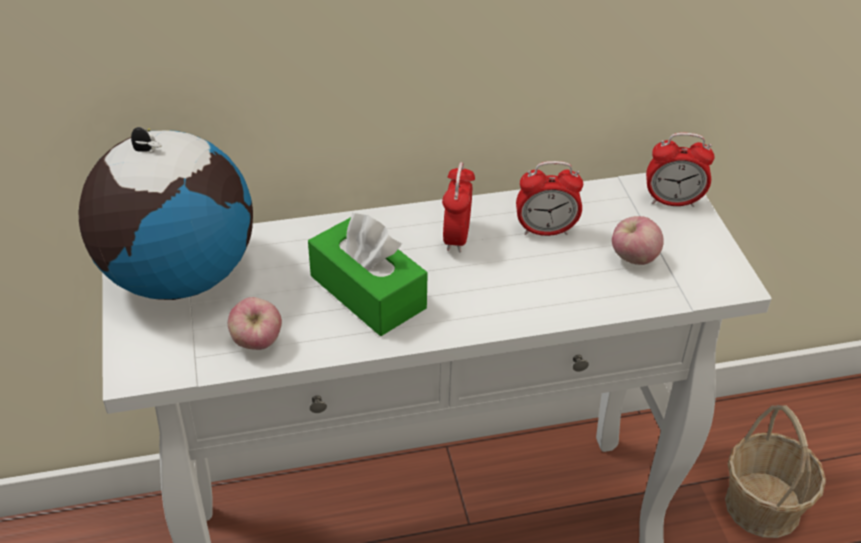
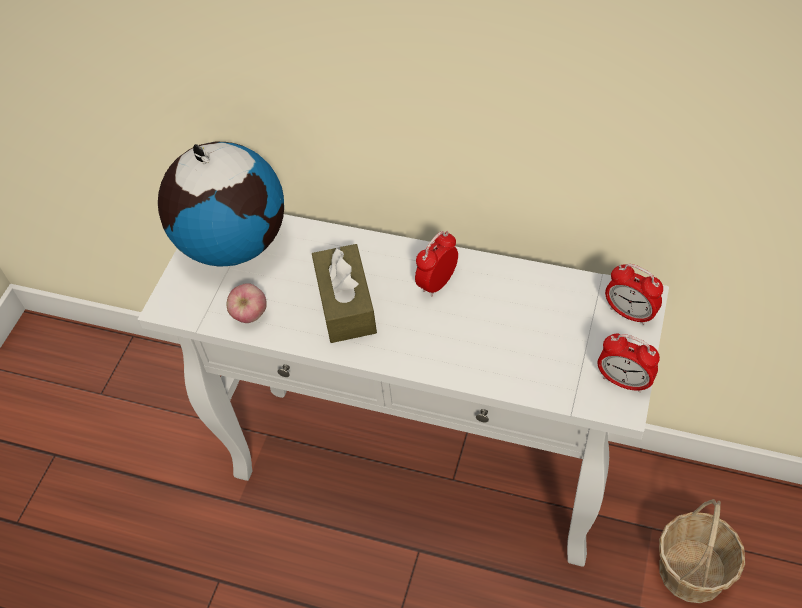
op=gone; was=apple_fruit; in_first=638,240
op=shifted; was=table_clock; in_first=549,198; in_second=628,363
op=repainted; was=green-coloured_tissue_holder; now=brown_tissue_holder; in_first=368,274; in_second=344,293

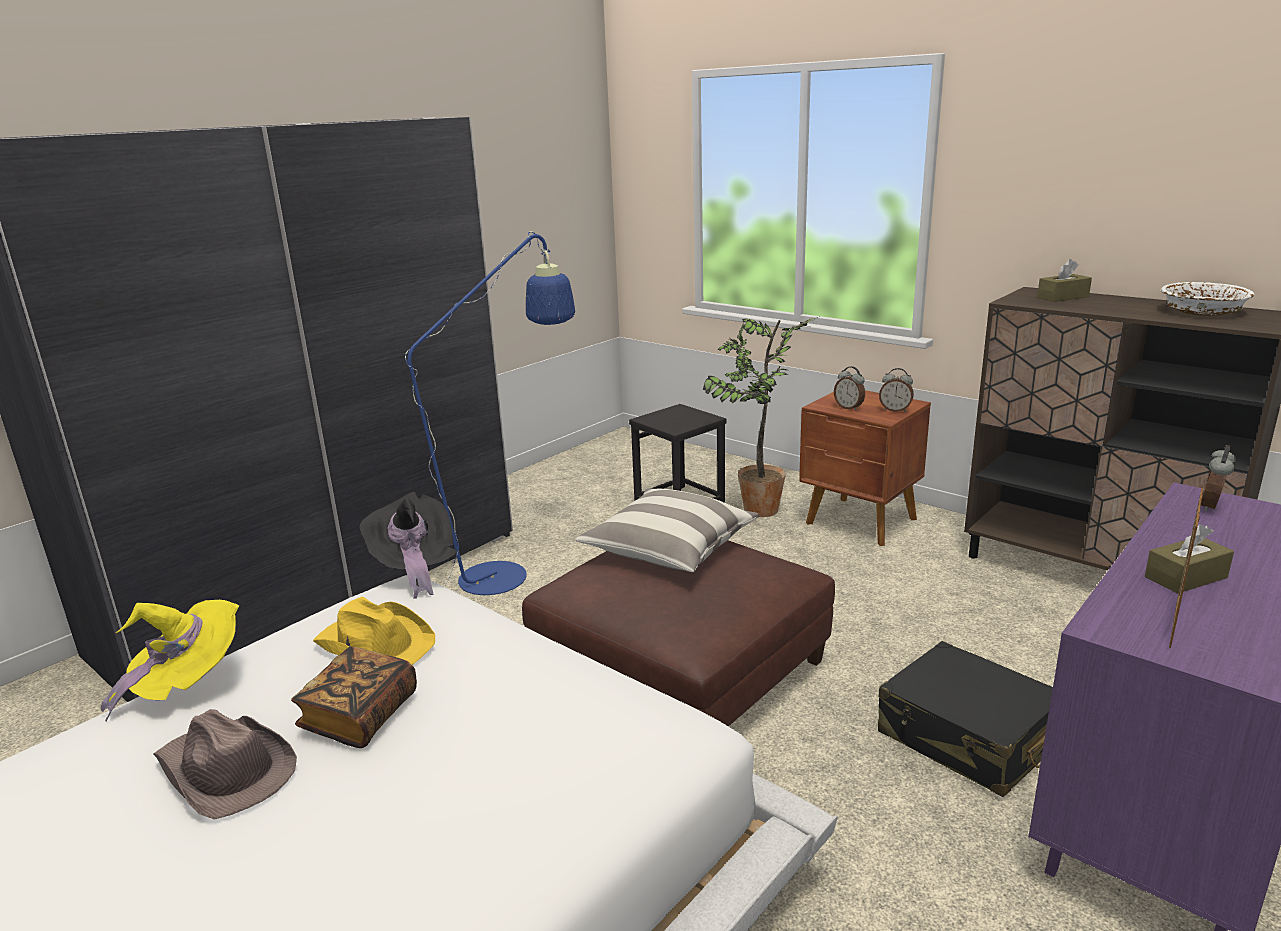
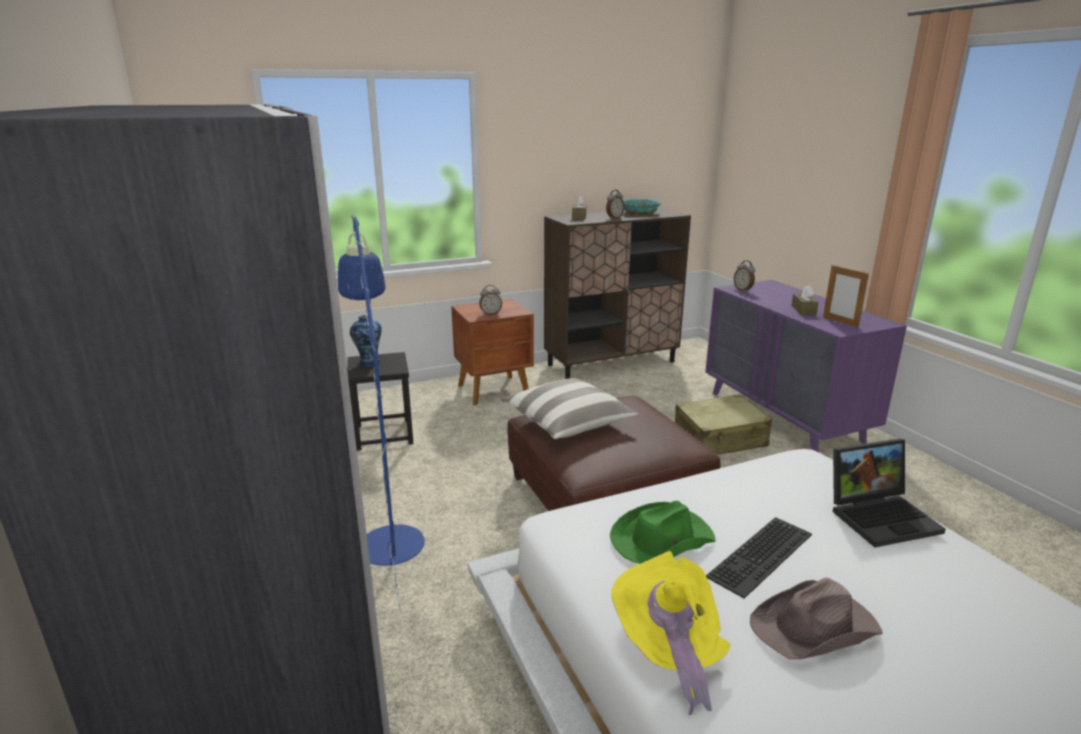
op=gone; was=black_clothing_hat; in_first=408,545
op=gone; was=houseplant; in_first=760,417
op=new; now=decorative_vase; in_second=366,341
op=new; now=notebook_computer; in_second=889,492
op=shifted; was=table_clock; in_first=896,390; in_second=615,204
op=swapped; was=bound_book; now=PC_keyboard; in_first=354,697; in_second=759,558
op=repainted; was=yellow_clothing_hat; now=green-coloured_clothing_hat; in_first=374,631; in_second=663,532
op=repainted; was=black_suitcase; now=sand-coloured_suitcase; in_first=965,719; in_second=723,424
op=repainted; was=whitish_bowl; now=turquoise_bowl; in_first=1208,299; in_second=642,207

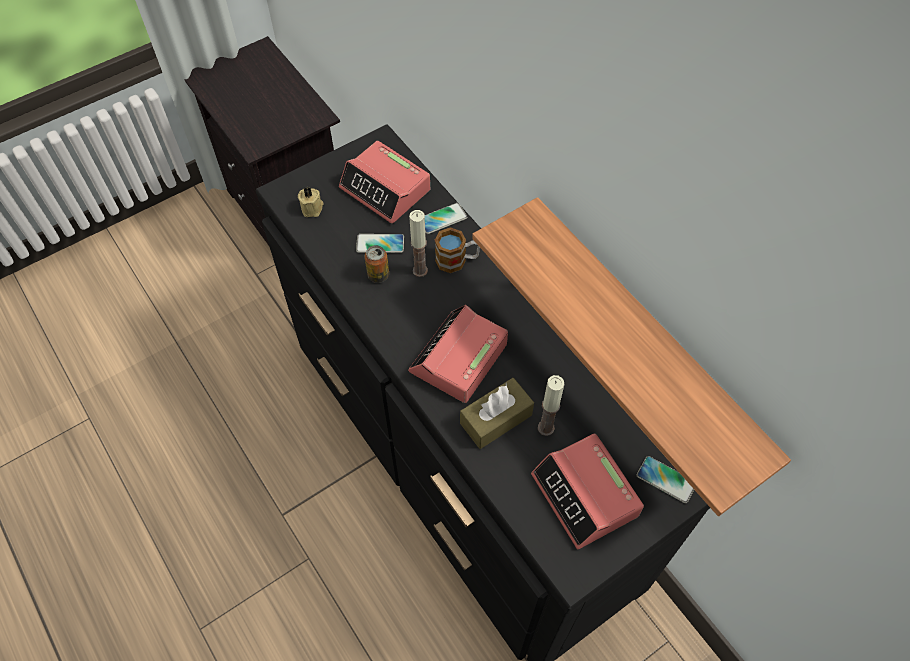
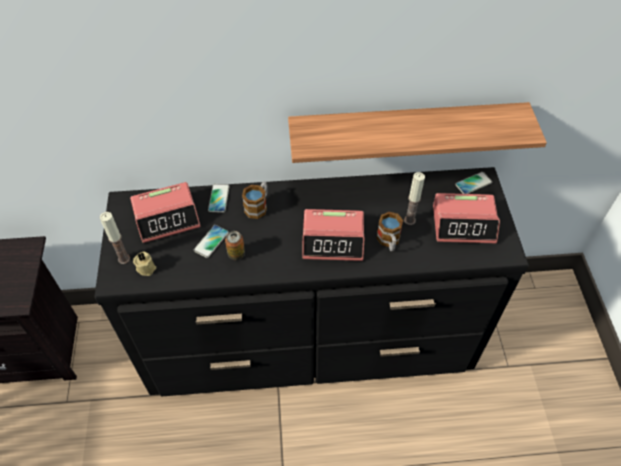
op=shifted; was=wax_light; in_first=418,243; in_second=115,238
op=swapped; was=brown_tissue_holder; now=mug; in_first=497,413; in_second=389,231
op=rotated; was=table_clock; in_first=458,354; in_second=333,235; clockwise=-60

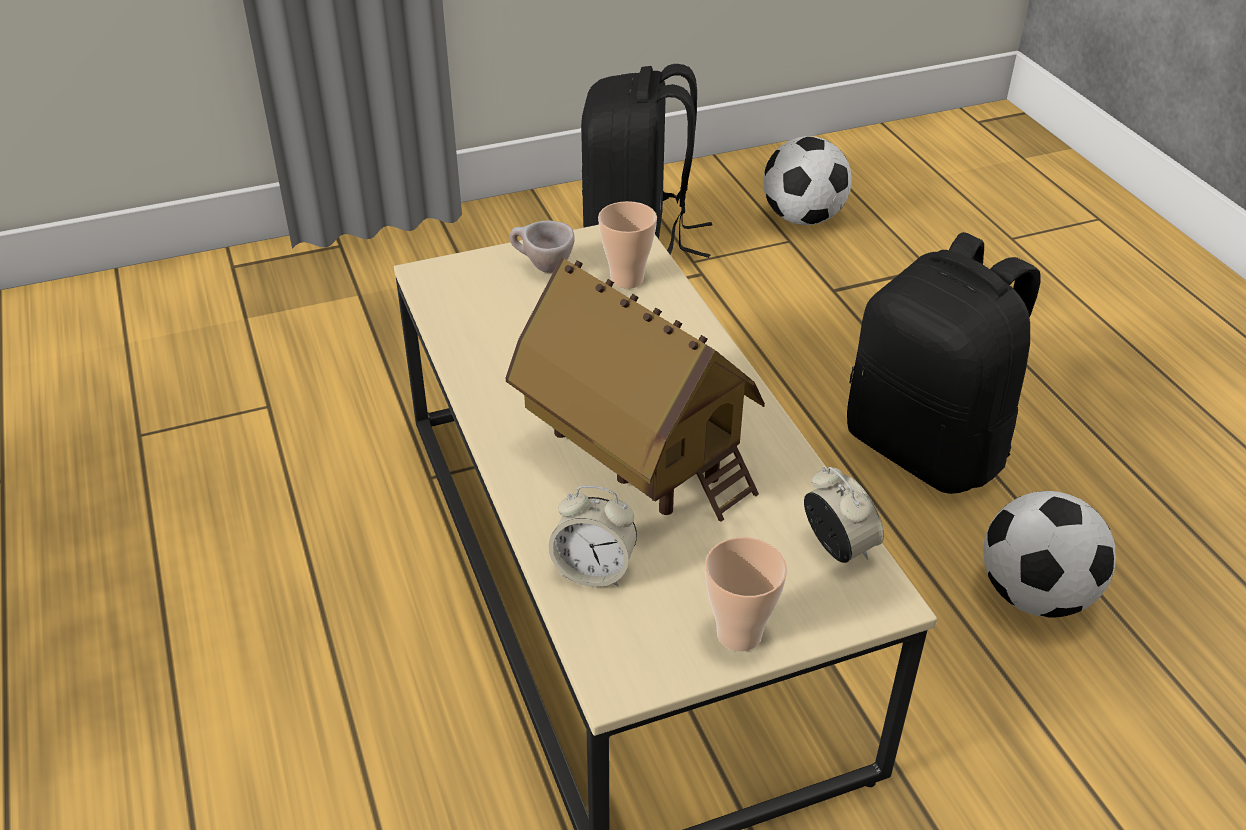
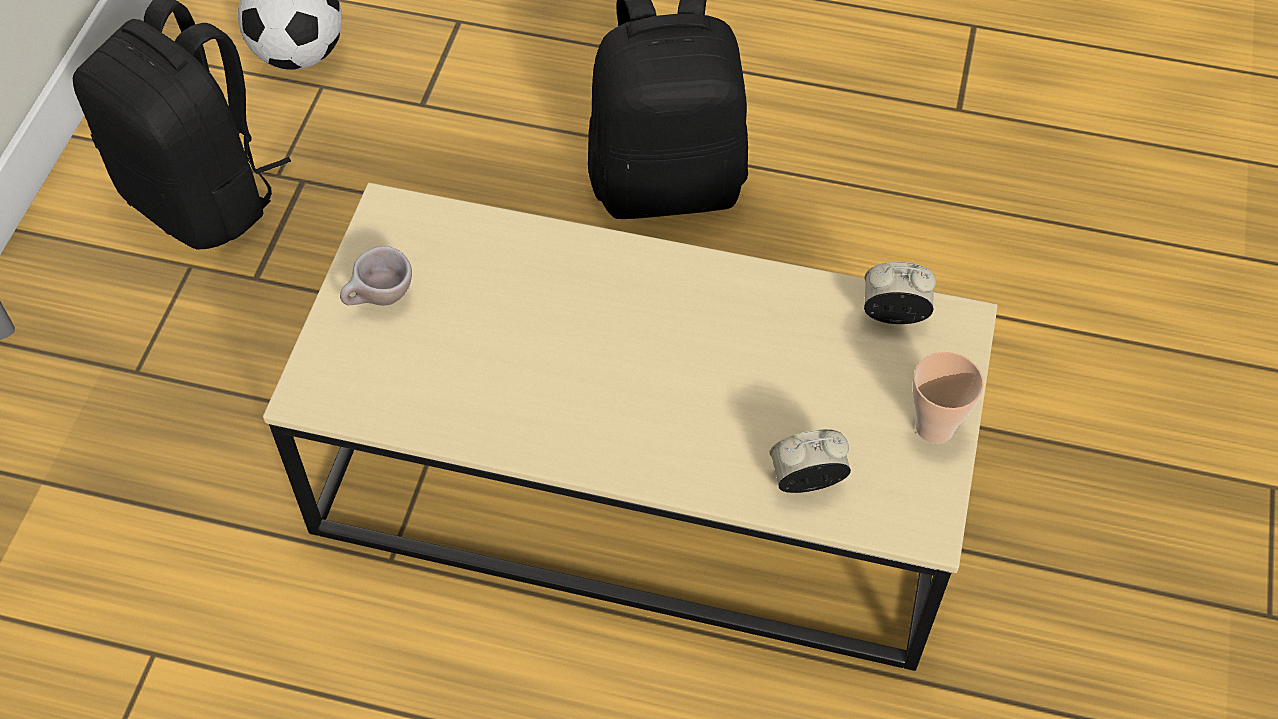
op=gone; was=model_house; in_first=635,389
op=gone; was=small_cup; in_first=627,245
op=gone; was=football; in_first=1049,554
op=rotated; was=table_clock; in_first=593,536; in_second=810,461; clockwise=-150

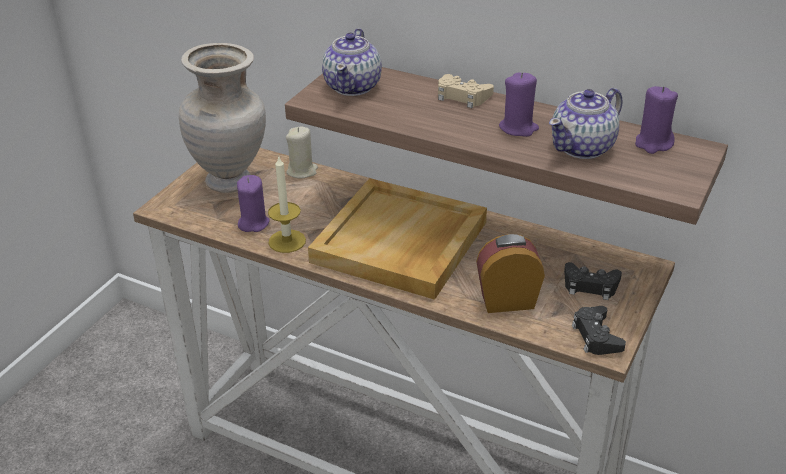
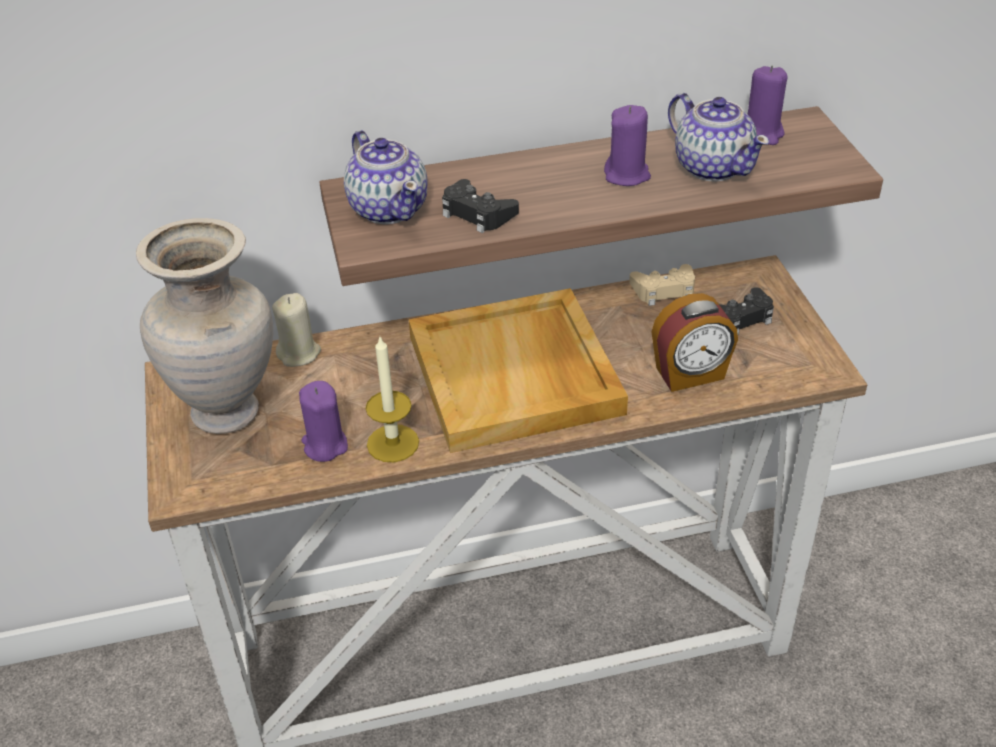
op=shifted; was=sand-coloured_game_controller; in_first=466,91; in_second=662,285
op=shifted; was=black_game_controller; in_first=599,330; in_second=480,206
op=rotated; was=table_clock; in_first=510,273; in_second=694,342; clockwise=-150
op=rotated; was=pot_for_tea; in_first=585,123; in_second=719,137; clockwise=-45

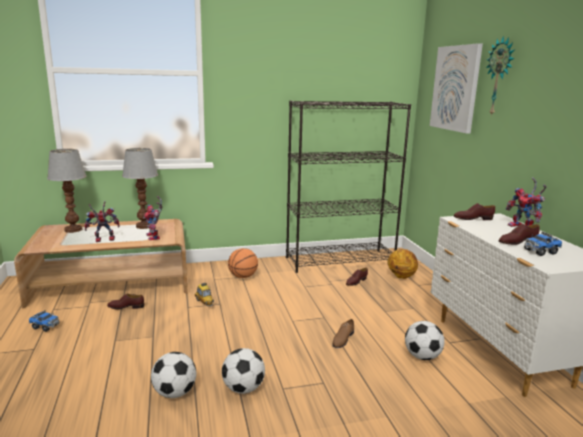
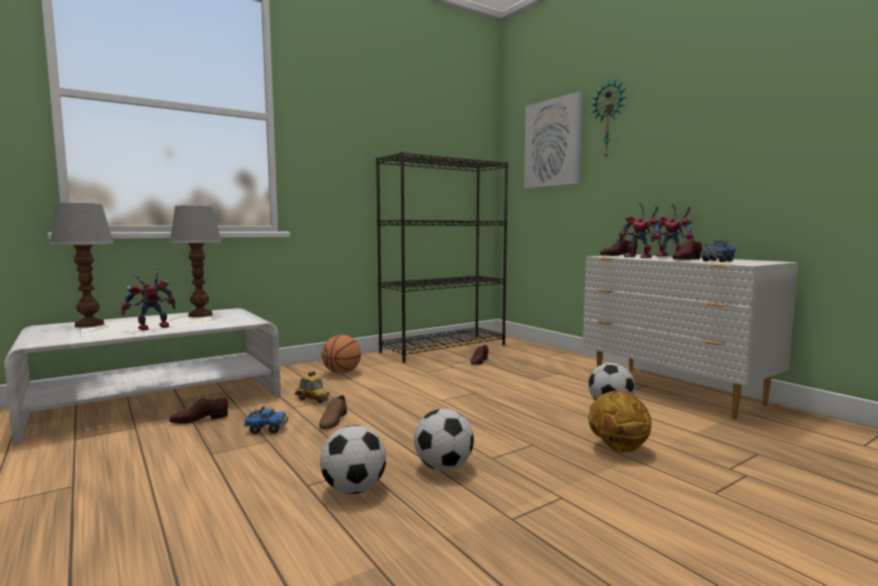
op=shifted; was=toy_truck; in_first=44,321; in_second=266,420
op=shifted; was=robot_figure; in_first=152,218; in_second=640,230
op=shifted; was=brown_item_of_footwear; in_first=343,333; in_second=333,412
op=shifted; was=basketball_ball; in_first=402,264; in_second=619,422
op=repainted; was=brown_low_table; now=whitish_low_table; in_first=101,263; in_second=142,377

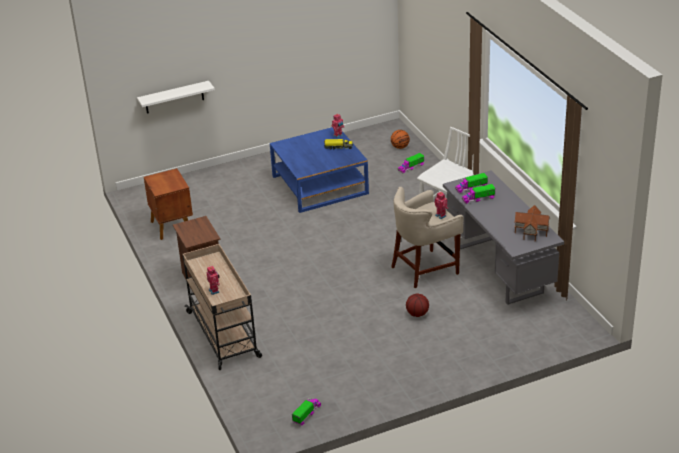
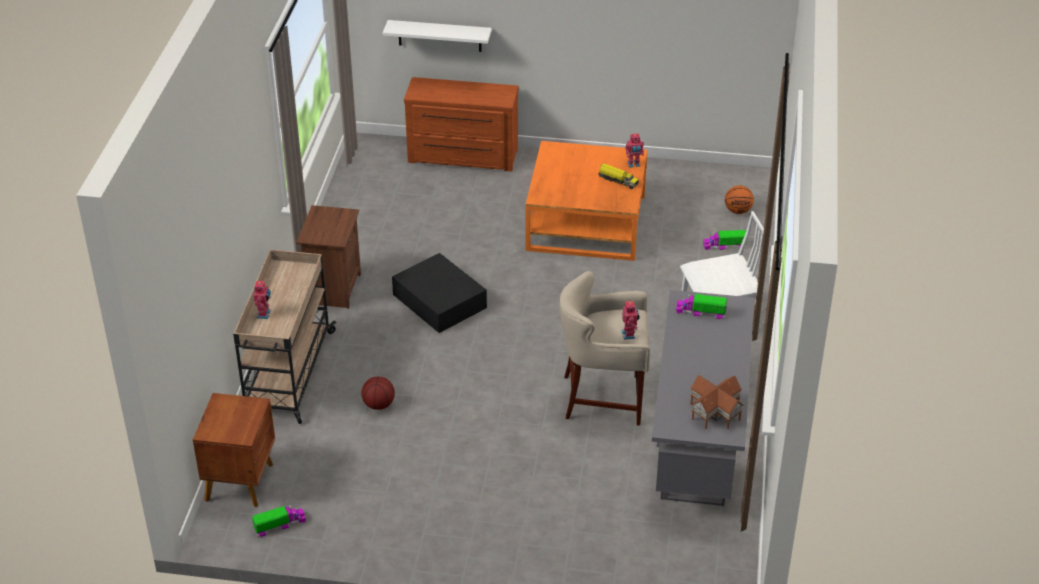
op=gone; was=toy_truck; in_first=478,194
op=new; now=black_storage_box; in_second=439,293
op=new; now=brown_chest_of_drawers; in_second=461,124
op=shifted; was=brown_night_table; in_first=168,204; in_second=234,450
op=shifted; was=basketball_ball; in_first=417,305; in_second=378,393
op=repainted; was=blue-coloured_low_table; now=orange-coloured_low_table; in_first=319,170; in_second=586,201

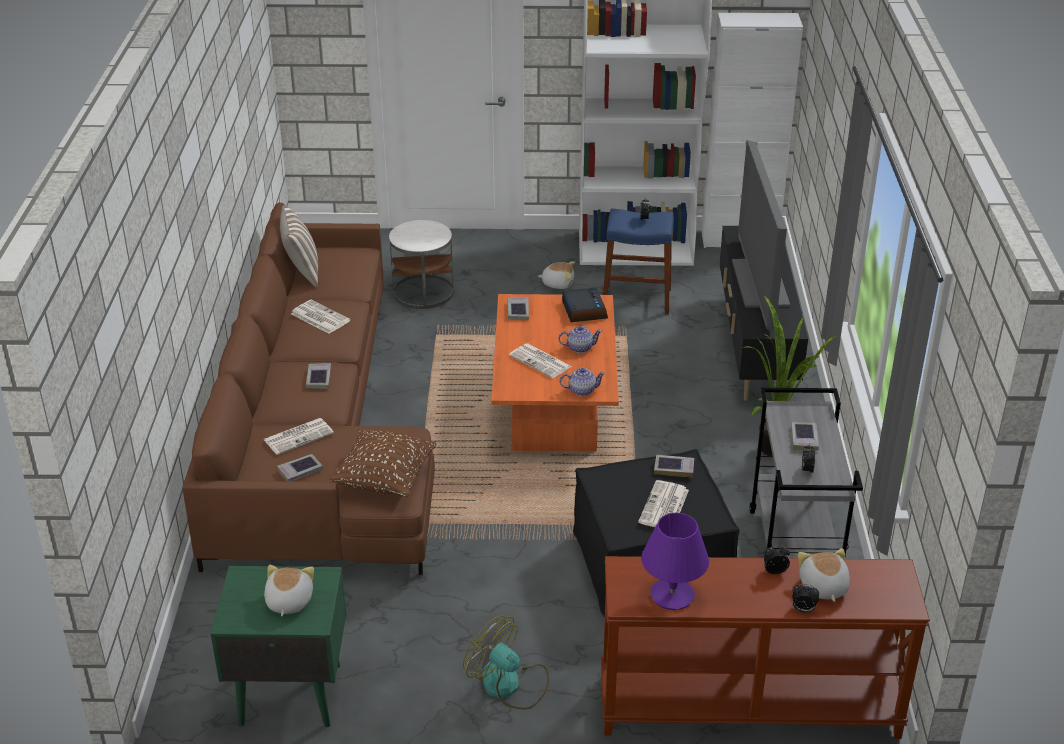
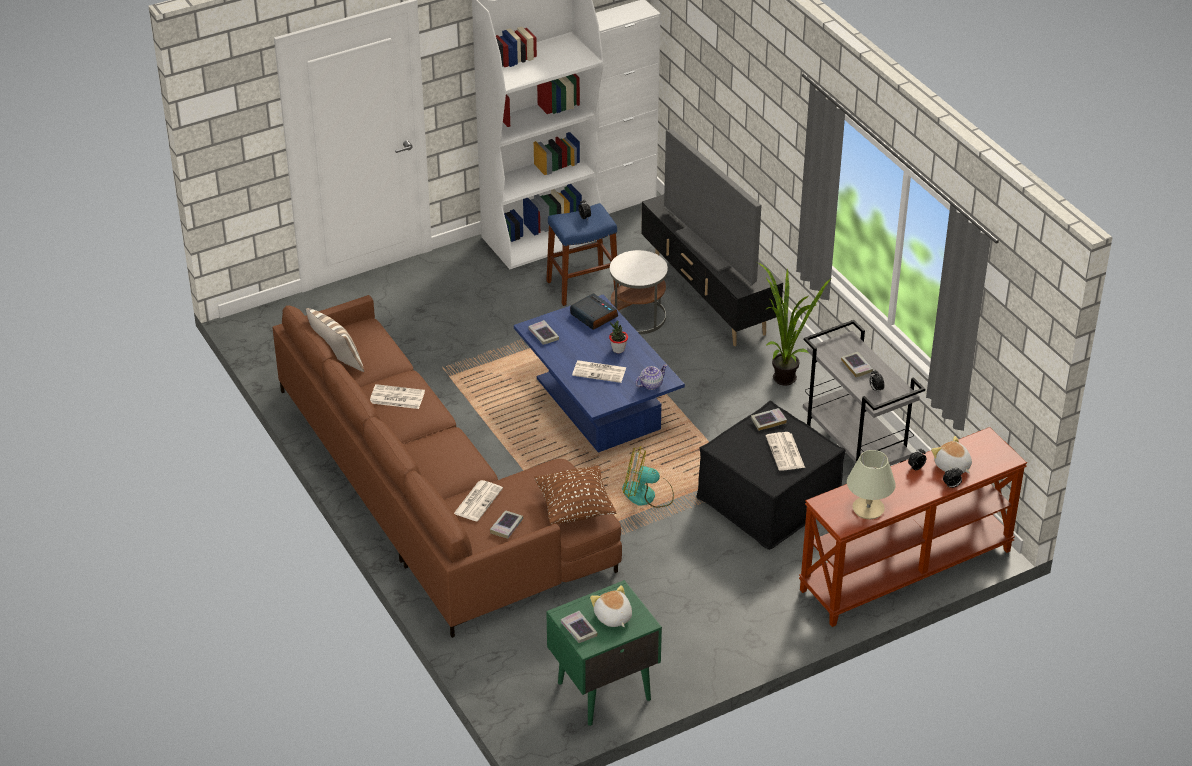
op=gone; was=soft_toy; in_first=556,275
op=shifted; was=bound_book; in_first=318,376; in_second=579,627
op=shifted; was=whitish_side_table; in_first=421,264; in_second=639,292
op=shifted; was=cooling_fan; in_first=506,662; in_second=648,477
op=swapped; was=pot_for_tea; now=houseplant; in_first=580,339; in_second=618,337
op=repainted; was=orange-coloured_low_table; now=blue-coloured_low_table; in_first=555,373; in_second=599,374
op=repainted; was=purple-coloured_tabletop_lamp; now=sand-coloured_tabletop_lamp; in_first=675,561; in_second=871,484

